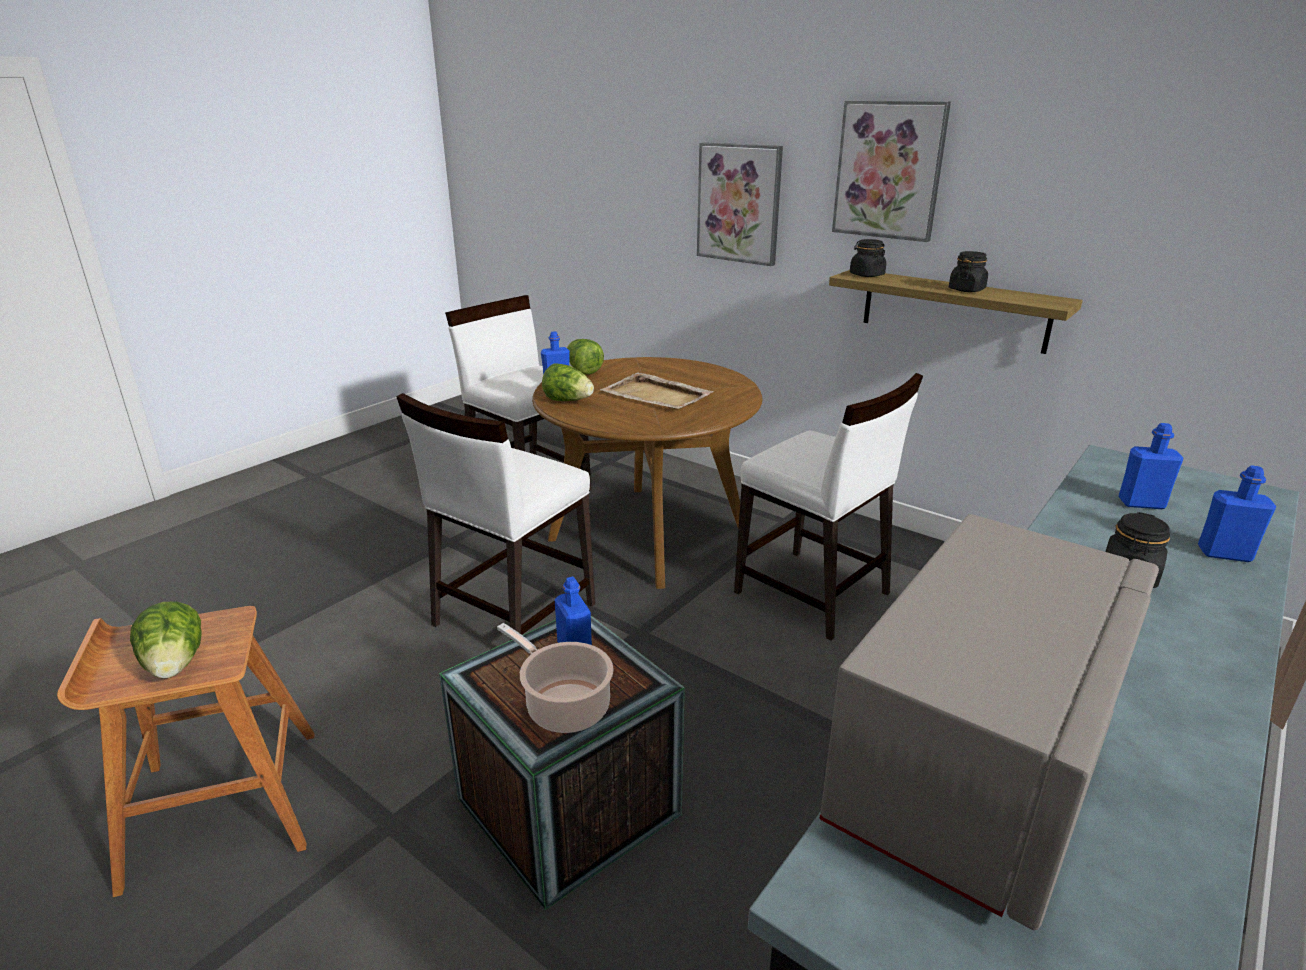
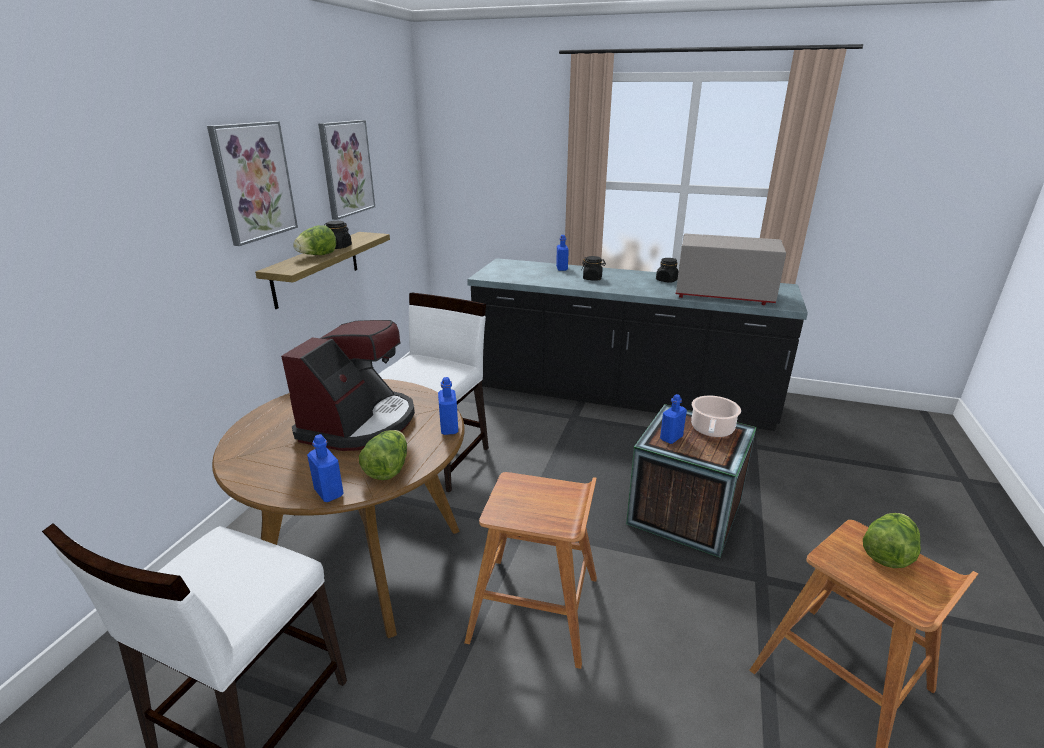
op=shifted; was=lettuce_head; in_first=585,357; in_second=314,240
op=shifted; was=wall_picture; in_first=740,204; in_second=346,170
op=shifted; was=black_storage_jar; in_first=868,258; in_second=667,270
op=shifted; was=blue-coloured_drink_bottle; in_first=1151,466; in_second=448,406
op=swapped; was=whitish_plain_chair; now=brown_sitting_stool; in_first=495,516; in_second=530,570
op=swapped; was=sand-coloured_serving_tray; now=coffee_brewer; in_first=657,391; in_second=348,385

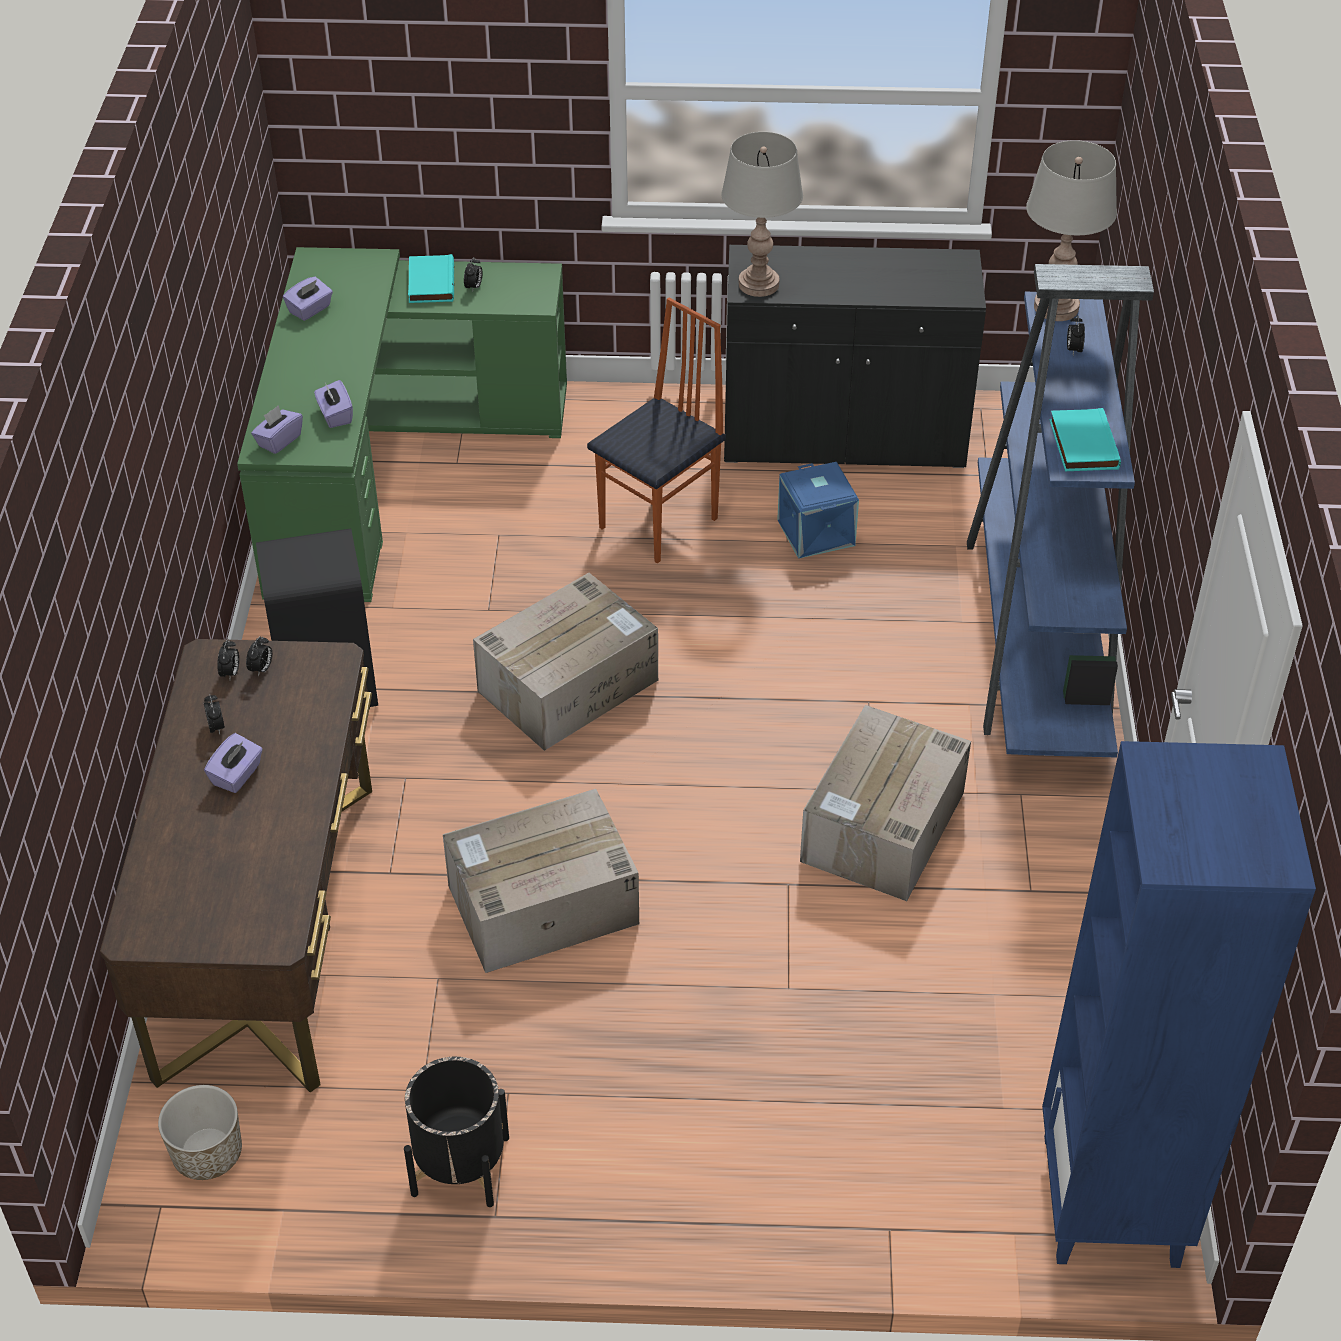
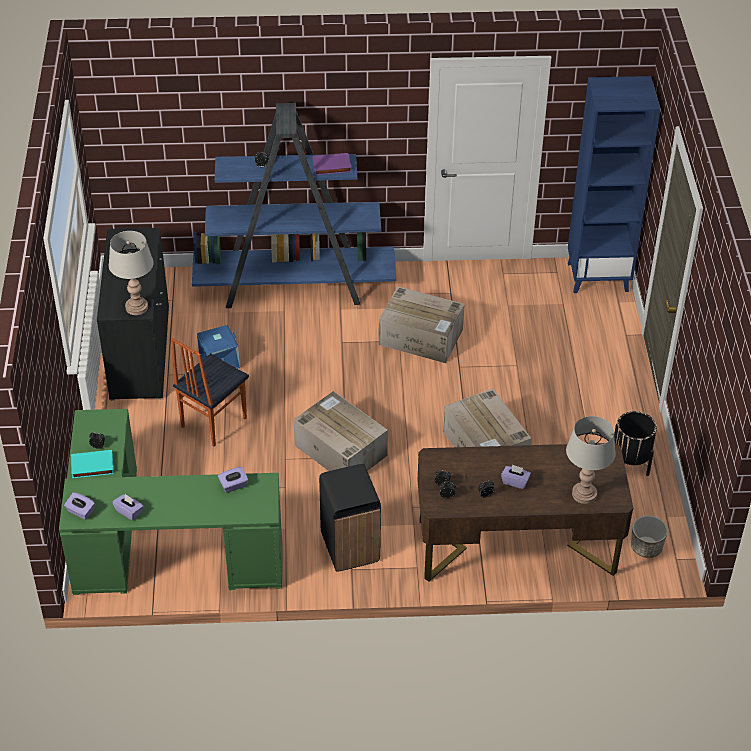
op=shifted; was=purple-coloured_tissue_holder; in_first=277,429; in_second=79,506
op=shifted; was=greyish_tabletop_lamp; in_first=1071,230; in_second=591,460
op=repainted; was=turquoise_bound_book; now=purple-coloured_bound_book; in_first=1085,439; in_second=332,164
op=rotated; was=plain_chair; in_first=656,430; in_second=210,392; clockwise=-90

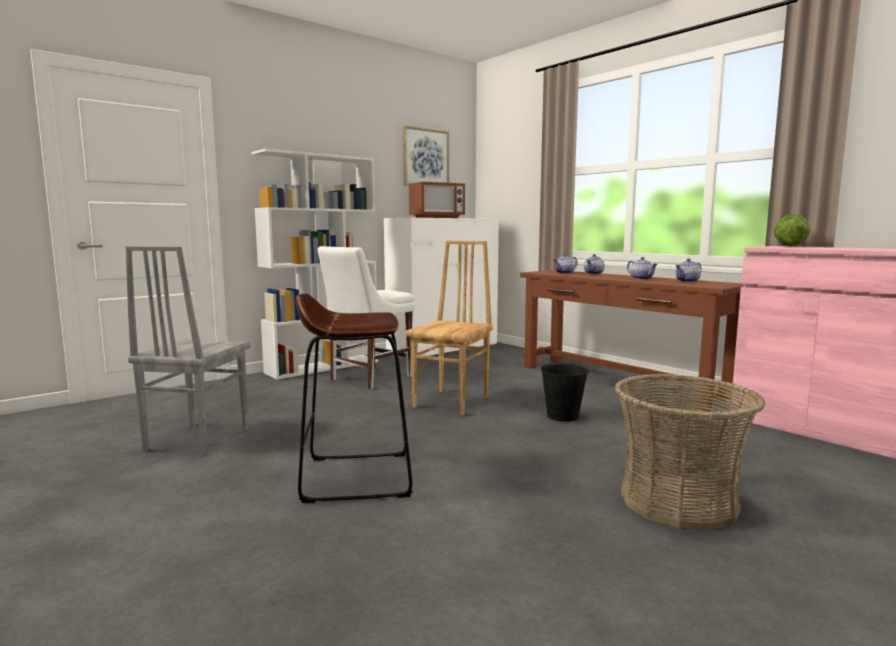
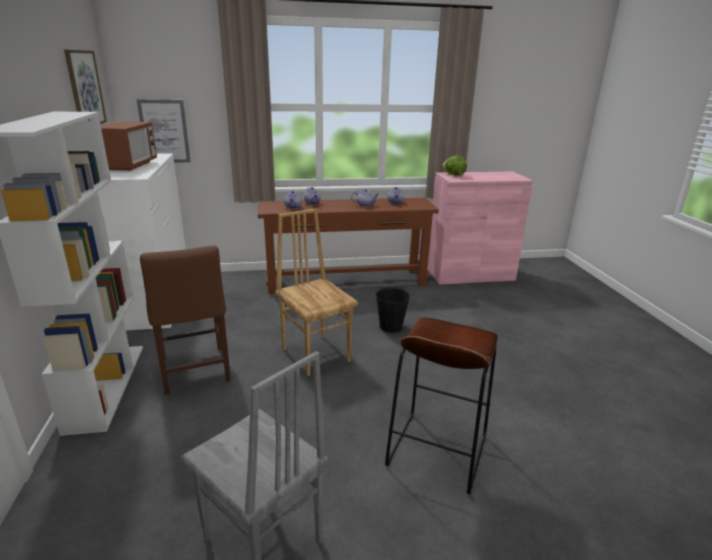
op=gone; was=household_basket; in_first=689,452
op=new; now=wall_picture; in_second=164,130
op=repainted; was=whitish_plain_chair; now=brown_plain_chair; in_first=366,317; in_second=185,320

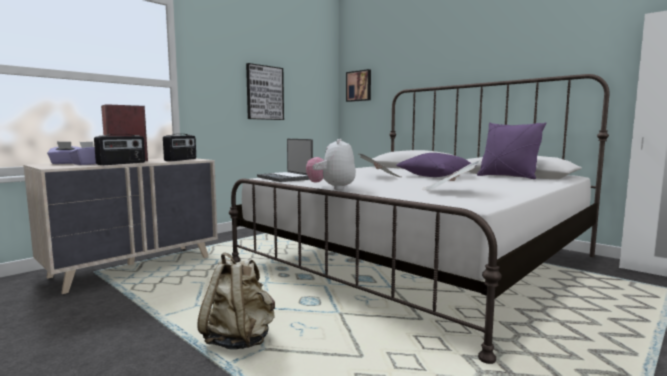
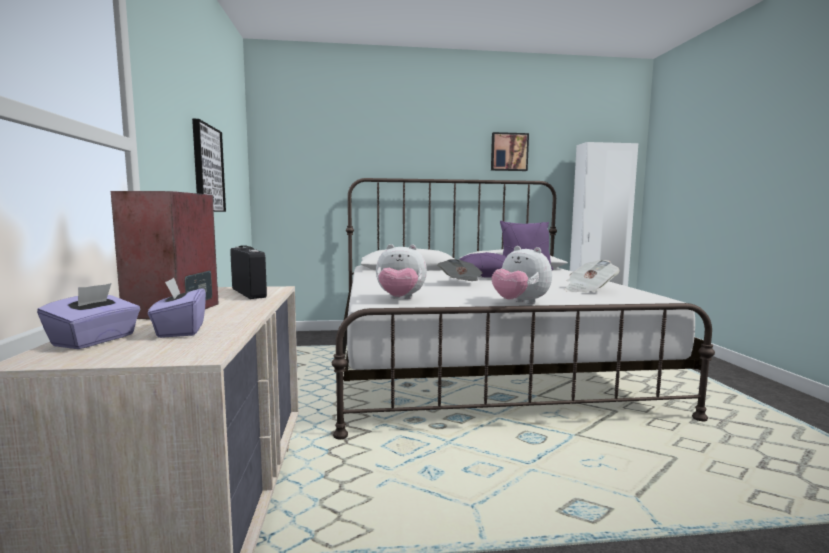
op=gone; was=radio_set; in_first=119,149
op=gone; was=sand-coloured_backpack; in_first=236,300
op=shifted; was=wall_picture; in_first=358,85; in_second=510,151
op=swapped; was=notebook_computer; now=soft_toy; in_first=285,160; in_second=401,271

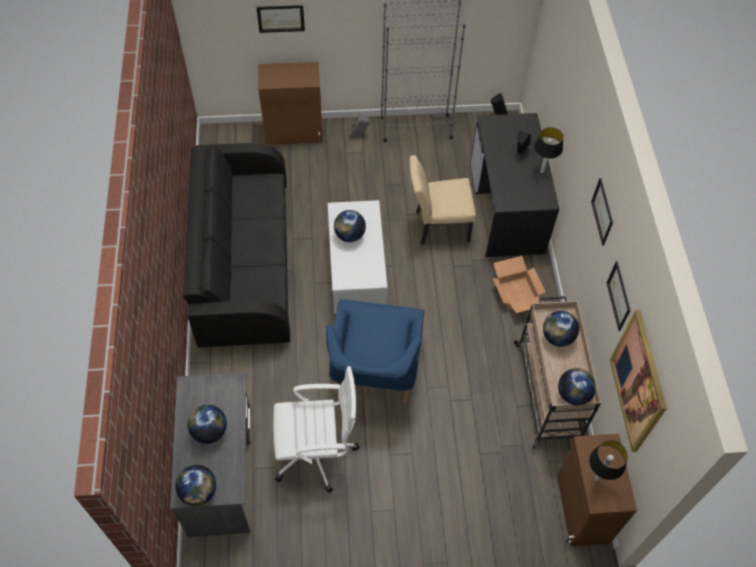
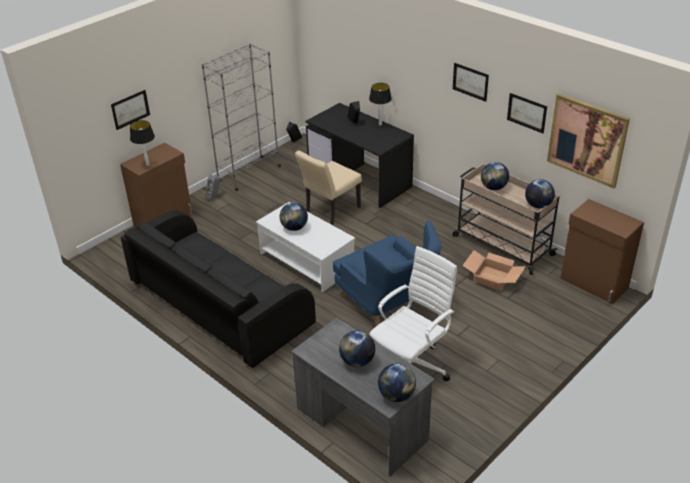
op=shifted; was=carton; in_first=519,284; in_second=494,270
op=shifted; was=tabletop_lamp; in_first=608,461; in_second=142,143

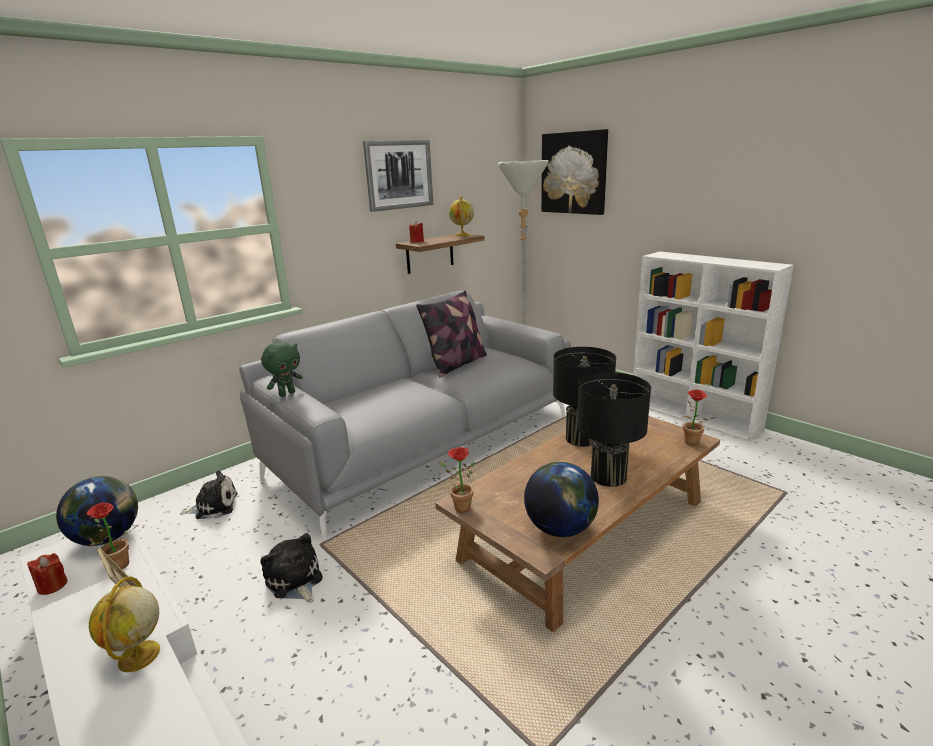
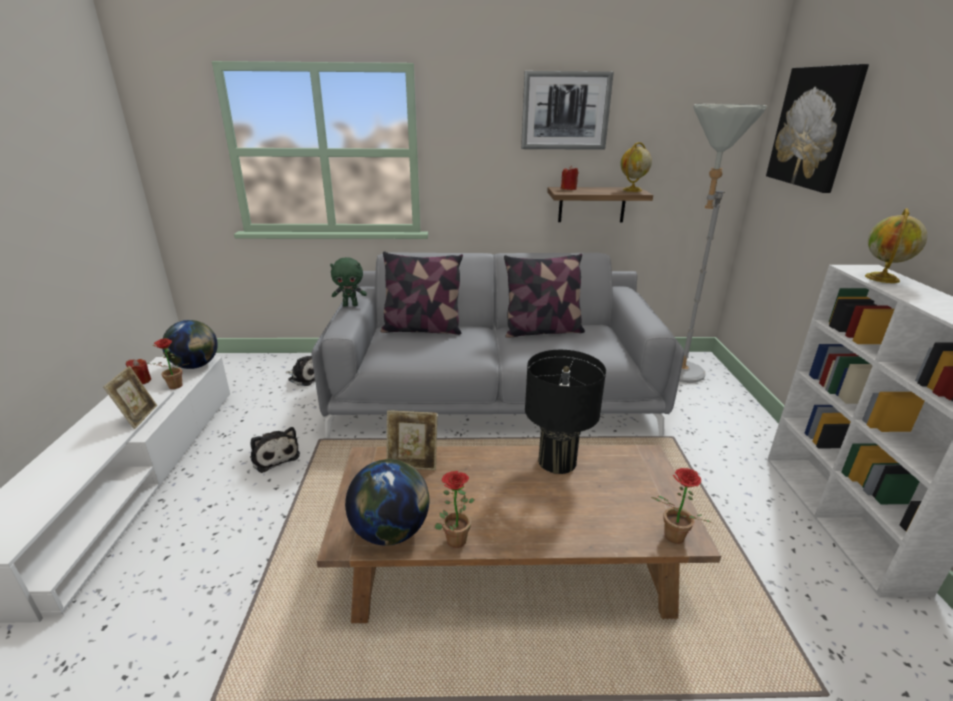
op=gone; was=black_tabletop_lamp; in_first=614,429
op=new; now=pillow; in_second=421,293
op=new; now=picture_frame; in_second=412,440
op=shifted; was=globe; in_first=124,624; in_second=896,245
op=shifted; was=houseplant; in_first=457,480; in_second=455,509
op=rotated; was=soft_toy; in_first=291,568; in_second=275,450; clockwise=135

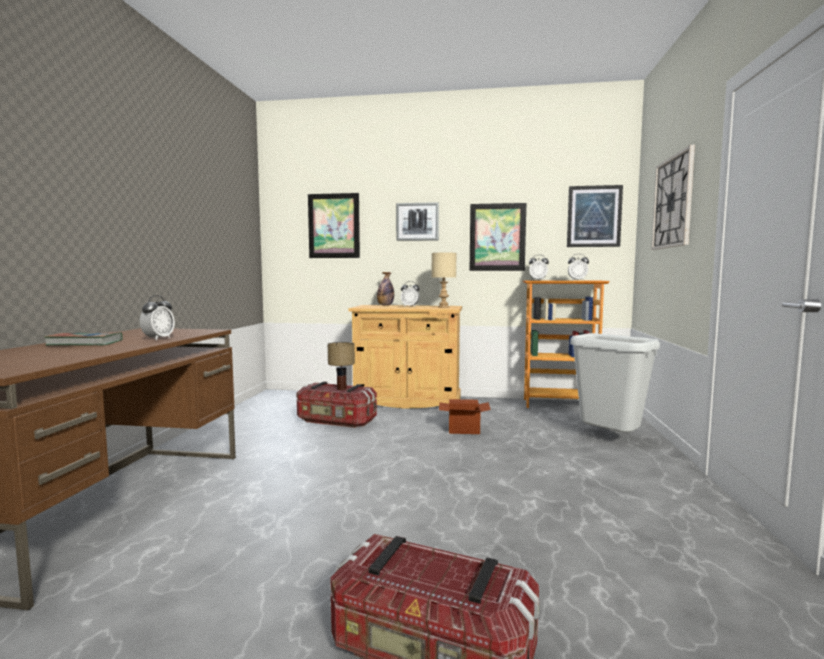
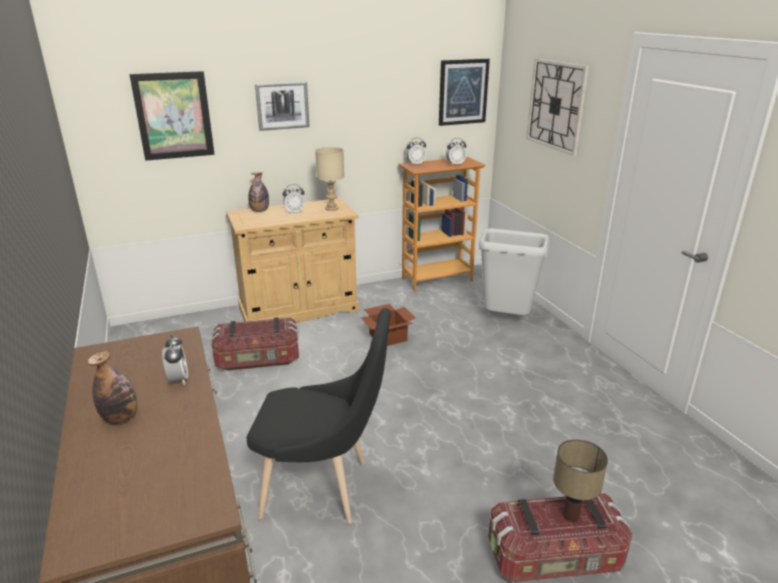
op=gone; was=wall_picture; in_first=498,237
op=new; now=black_plain_chair; in_second=319,416
op=shifted; was=tabletop_lamp; in_first=341,366; in_second=580,480
op=swapped; was=bound_book; now=drink_bottle; in_first=83,338; in_second=112,387

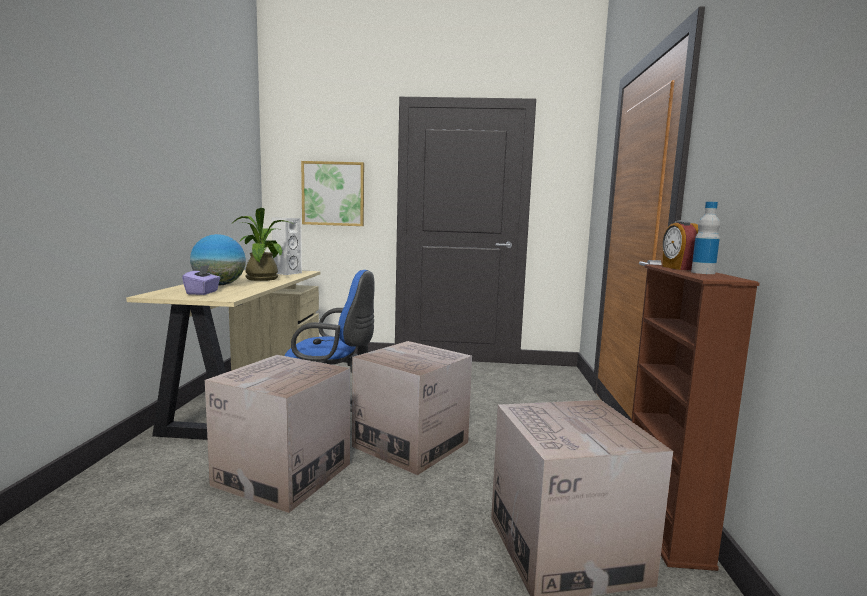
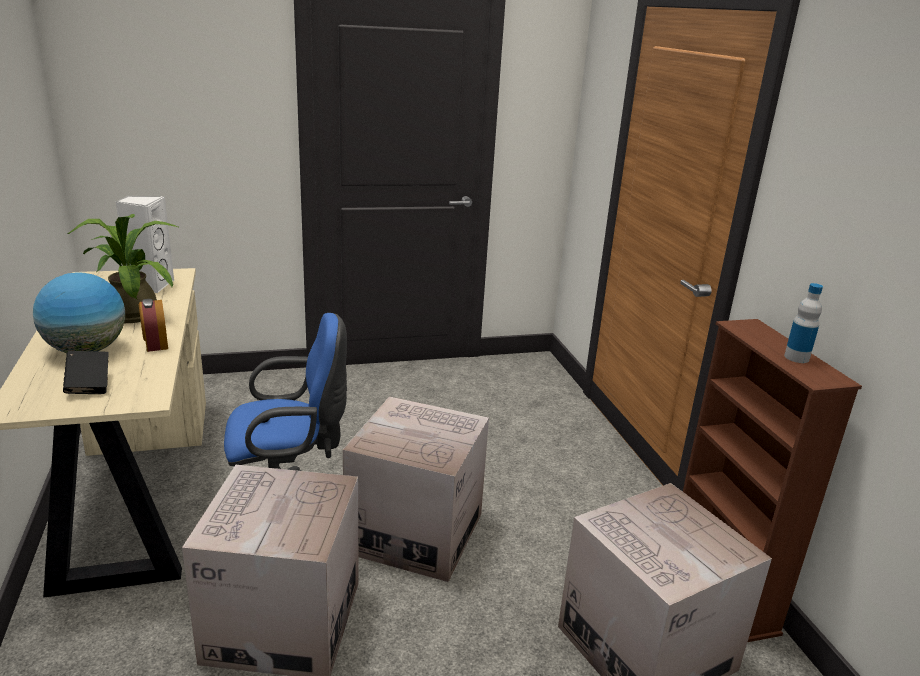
op=gone; was=wall_picture; in_first=332,193
op=shifted; was=table_clock; in_first=680,245; in_second=153,325
op=swapped; was=purple-coloured_tissue_holder; now=black_bound_book; in_first=201,280; in_second=86,372

